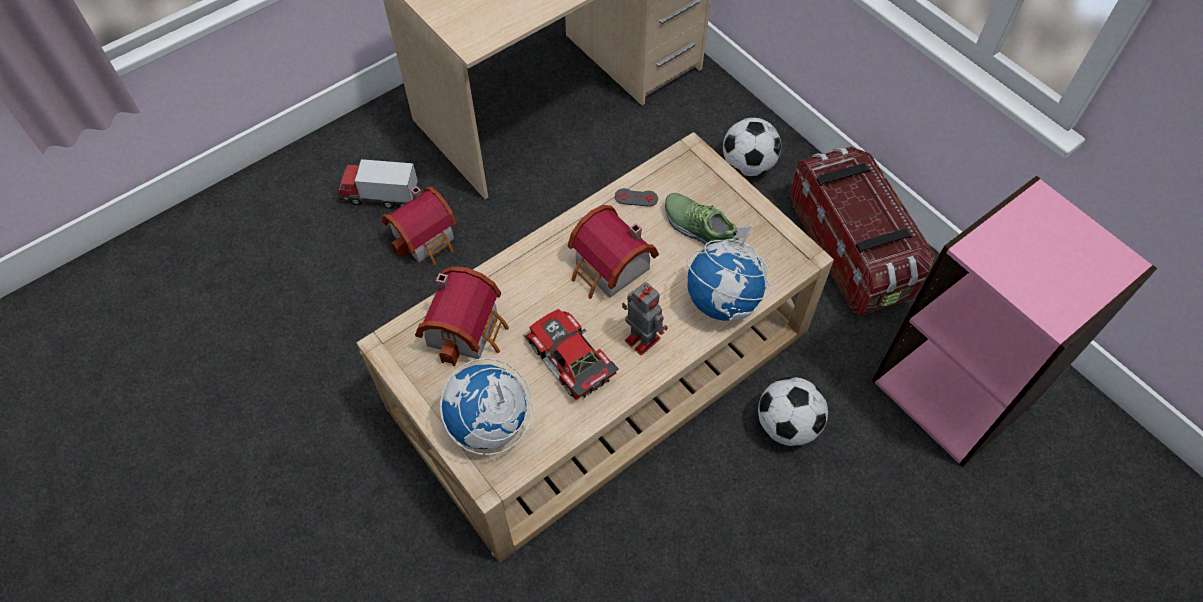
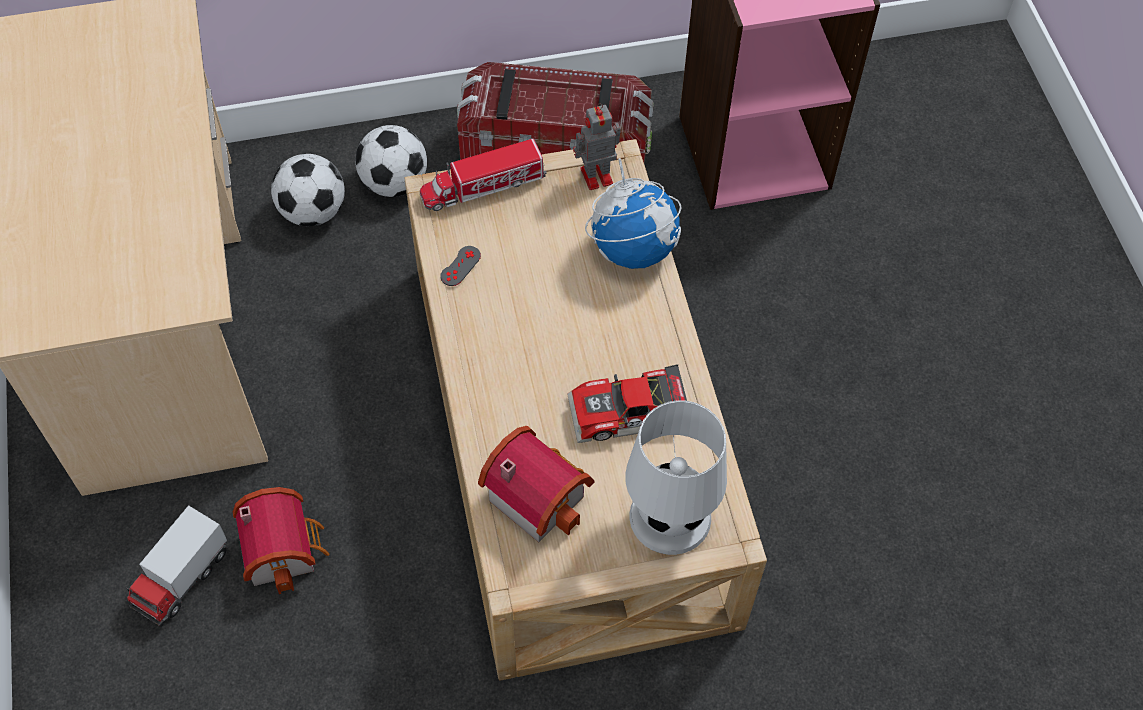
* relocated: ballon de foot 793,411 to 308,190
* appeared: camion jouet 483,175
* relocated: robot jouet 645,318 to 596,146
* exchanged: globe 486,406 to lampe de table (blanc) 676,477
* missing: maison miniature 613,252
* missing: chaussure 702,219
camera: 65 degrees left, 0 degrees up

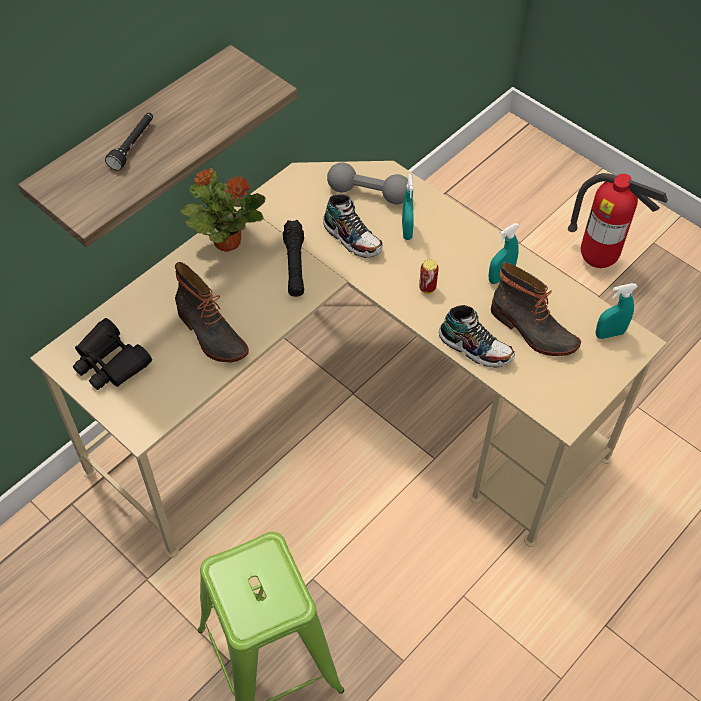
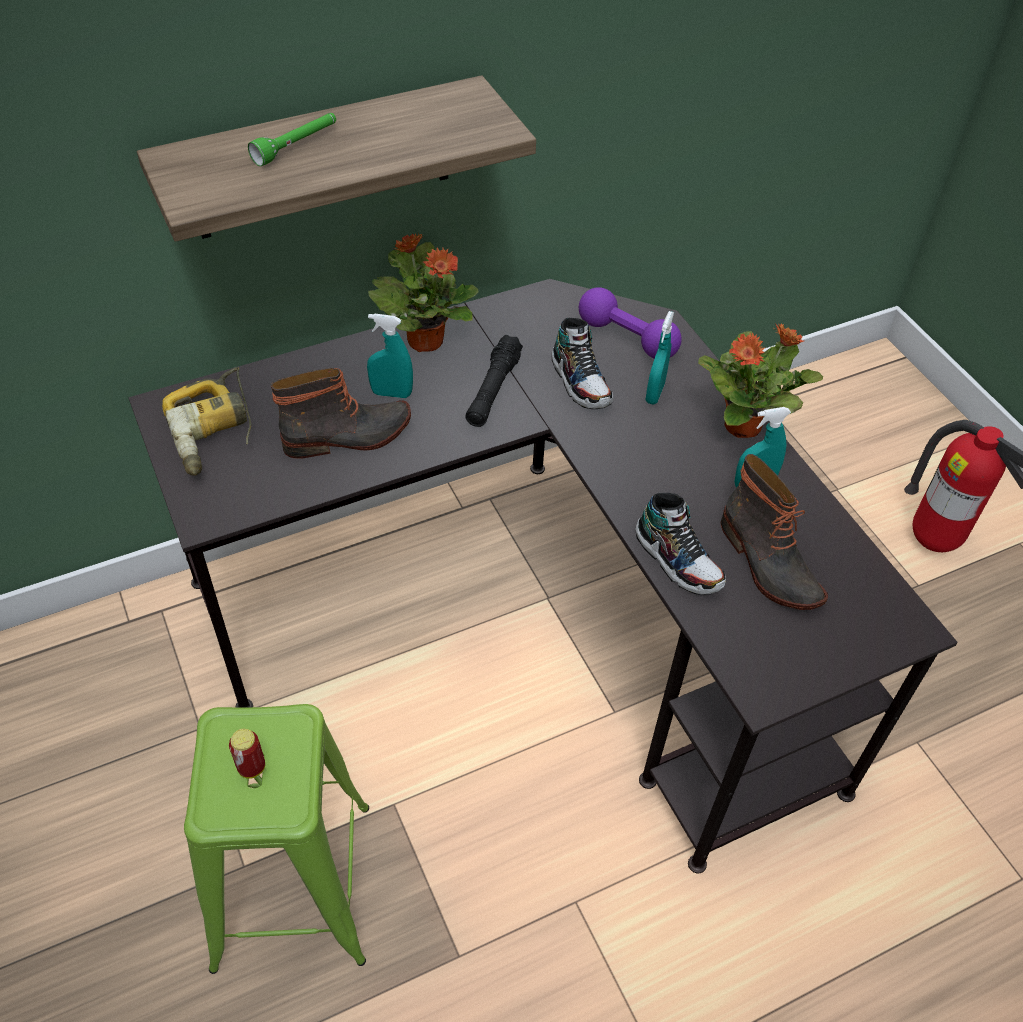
* colour: bureau (beige) 348,359 to bureau (noir) 543,576
* exchanged: jumelles (noir) 112,354 to perceuse 206,421
* relocated: boîte métallique 429,276 to 247,754
* colour: lampe de poche (noir) 129,141 to lampe de poche (vert) 292,139
* spun: botte 212,312 = 341,413 90 degrees counterclockwise
* relocated: vaporisateur (turquoise) 616,311 to 390,355
* colour: haltère (gris) 367,183 to haltère (violet) 630,323
* appeared: plante en pot 760,380
camera: 20 degrees right, 5 degrees down

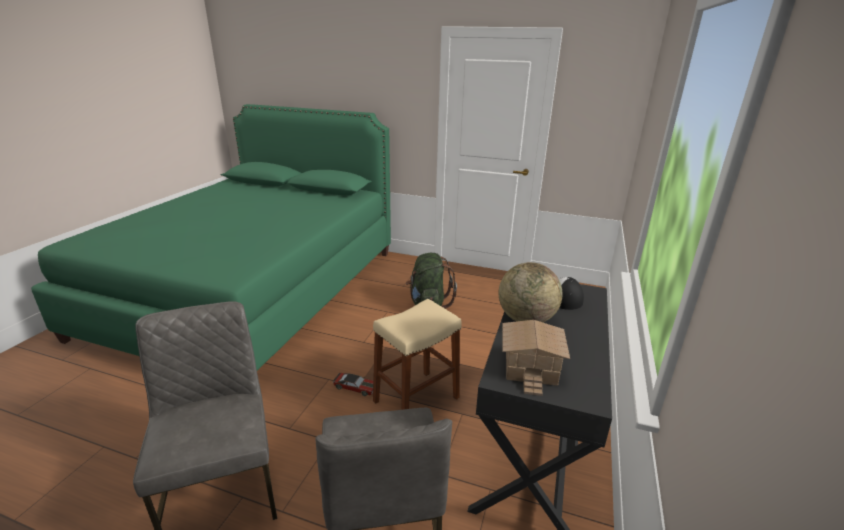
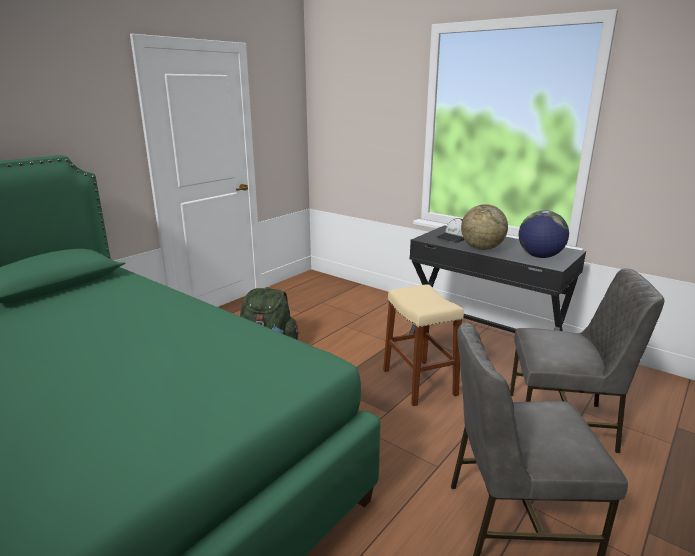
* exchanged: maison miniature 536,358 to globe 544,234
* missing: petite voiture 353,384
camera: 70 degrees left, 5 degrees down

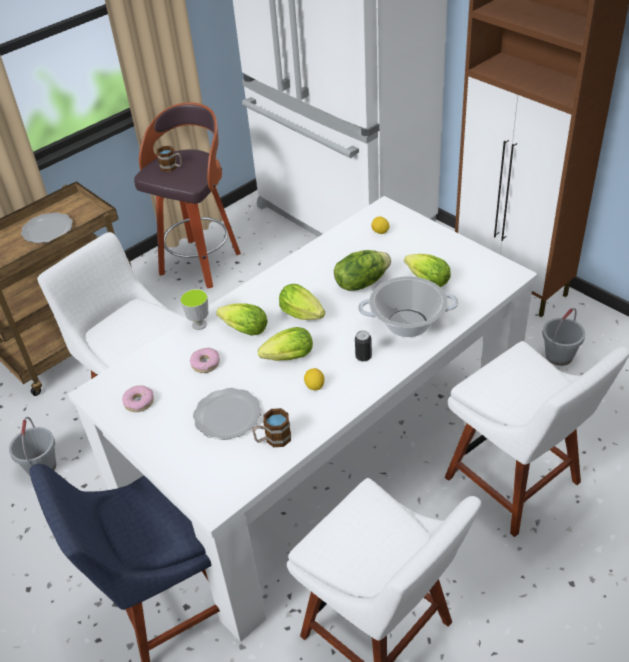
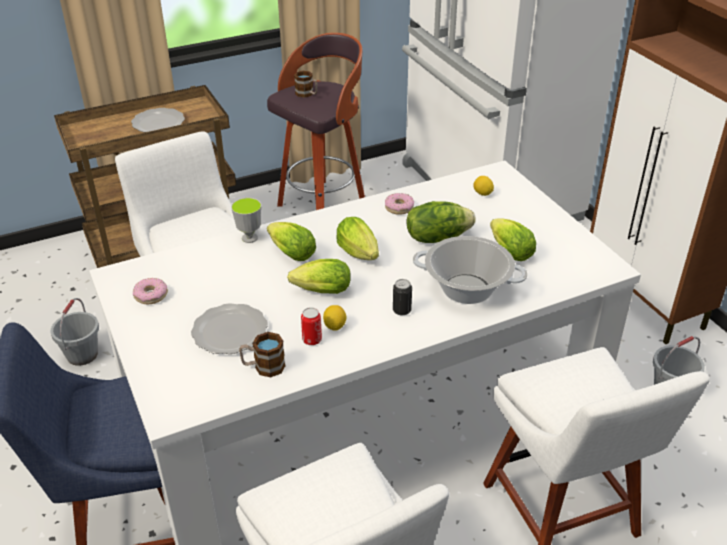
* appeared: boîte métallique 311,326
* relocated: beignet 205,360 to 399,204
camera: 15 degrees right, 5 degrees down

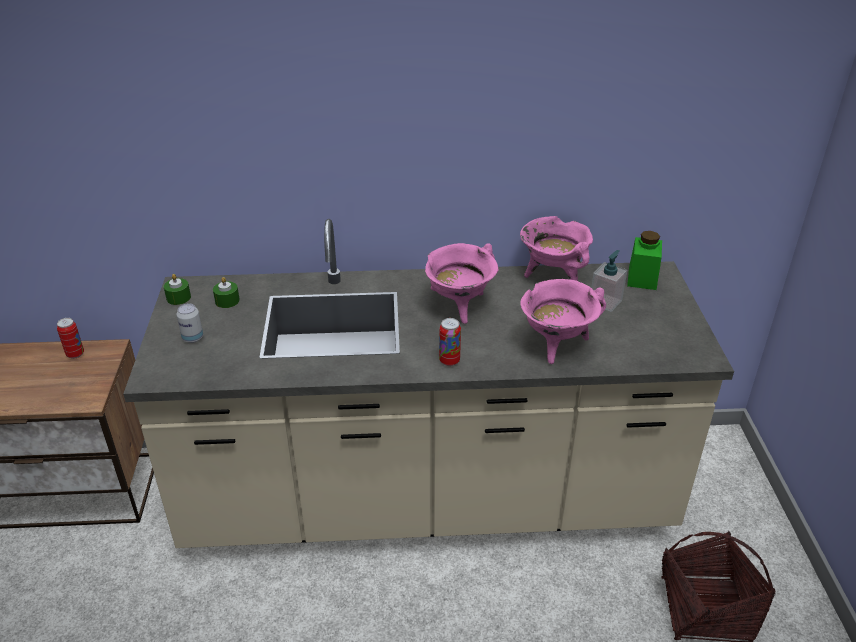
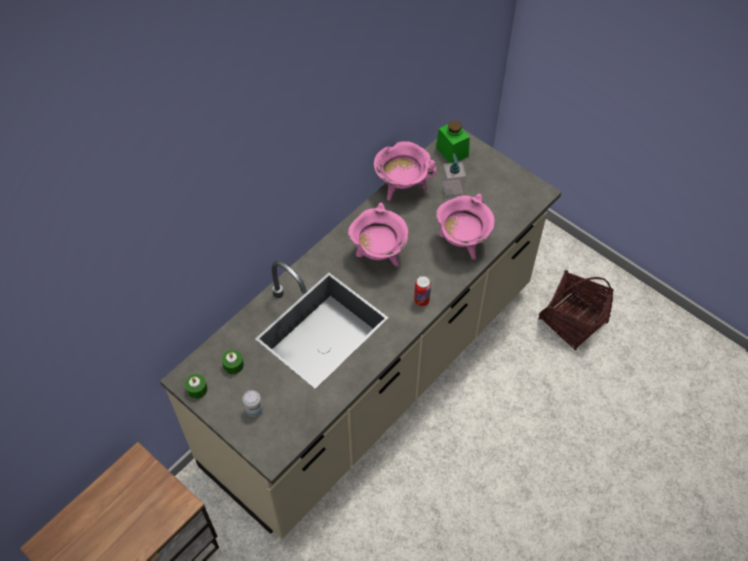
* missing: boîte métallique 70,338
camera: 45 degrees left, 20 degrees up

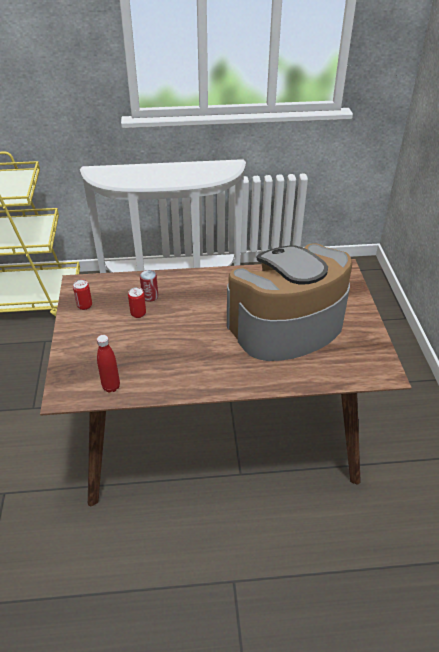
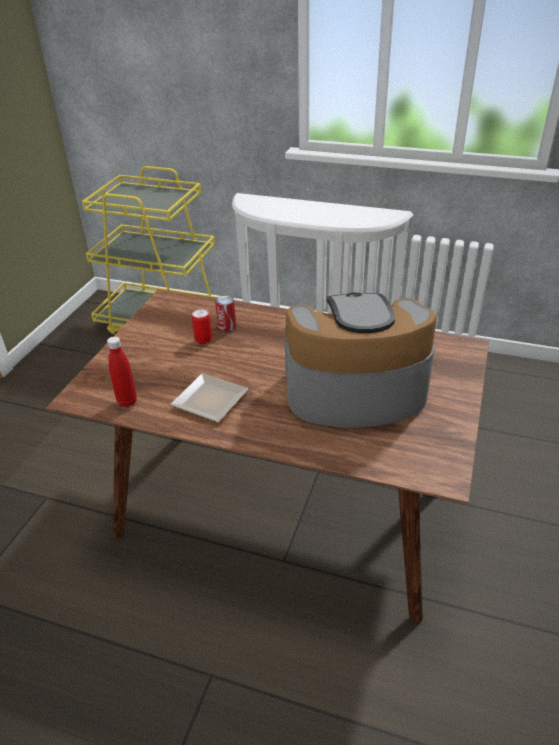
* appeared: assiette 209,397
* missing: boîte métallique 82,295
camera: 25 degrees right, 5 degrees down

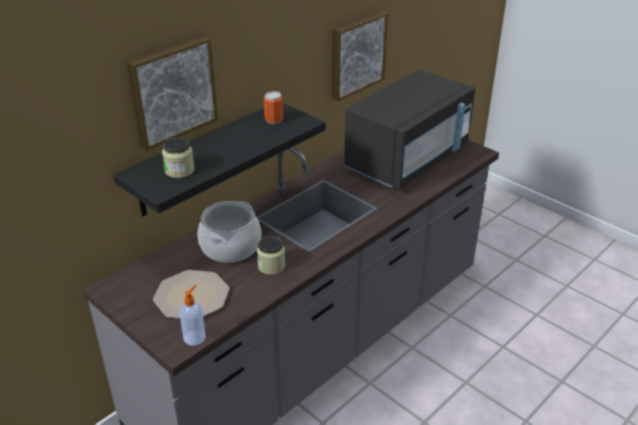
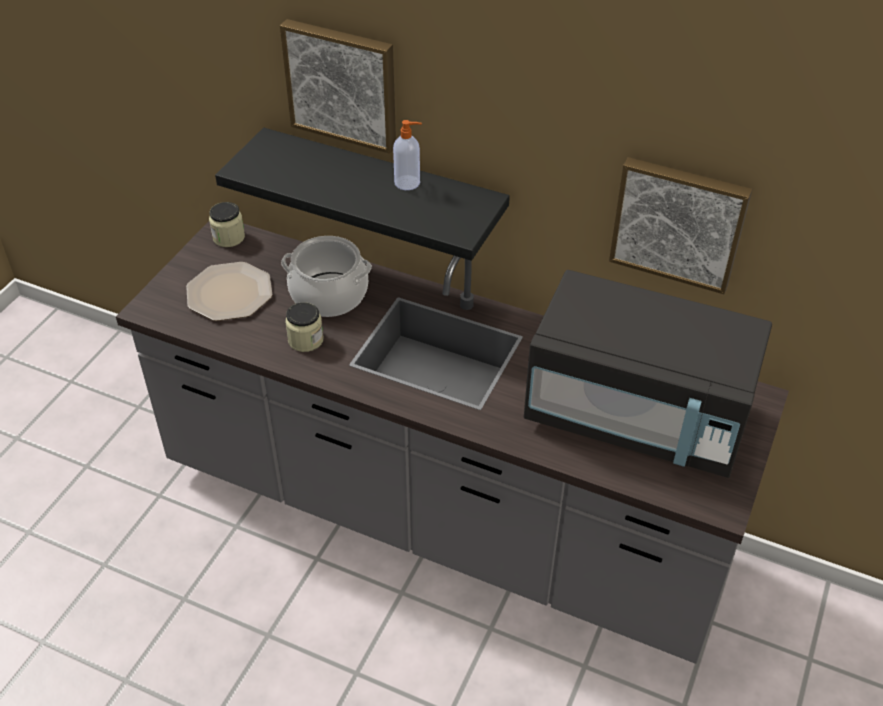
* relocated: bocal 178,157 to 227,224
* relocated: distributeur de savon 193,315 to 407,155
* missing: boîte métallique 274,107
camera: 70 degrees right, 10 degrees up

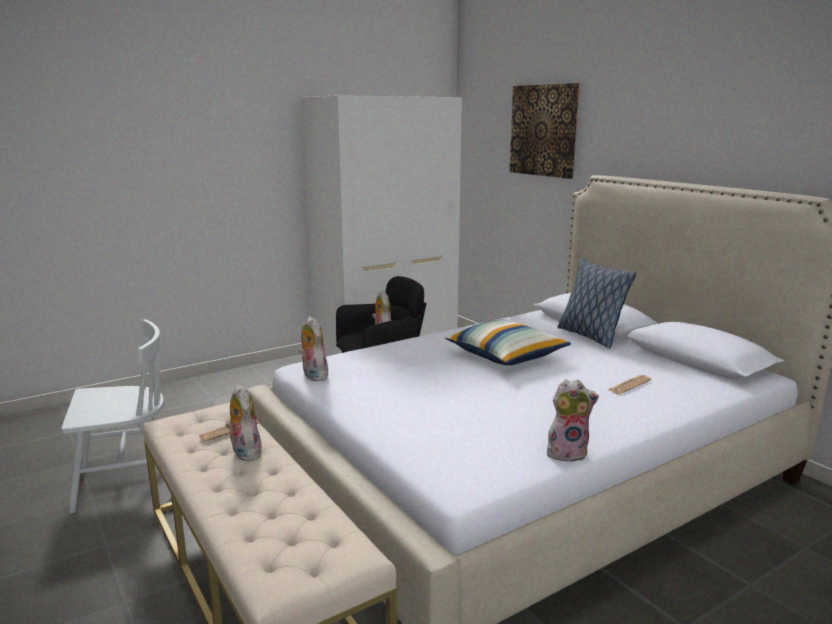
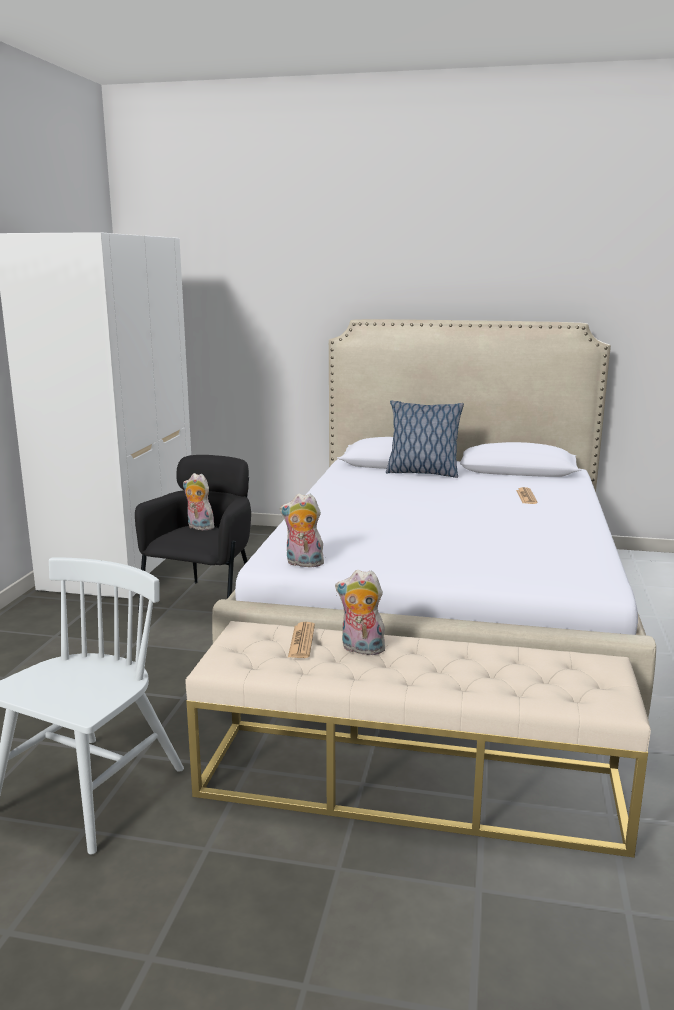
* missing: coussin 508,342
* missing: tableau 544,131
* missing: peluche 573,421
camera: 45 degrees left, 0 degrees up

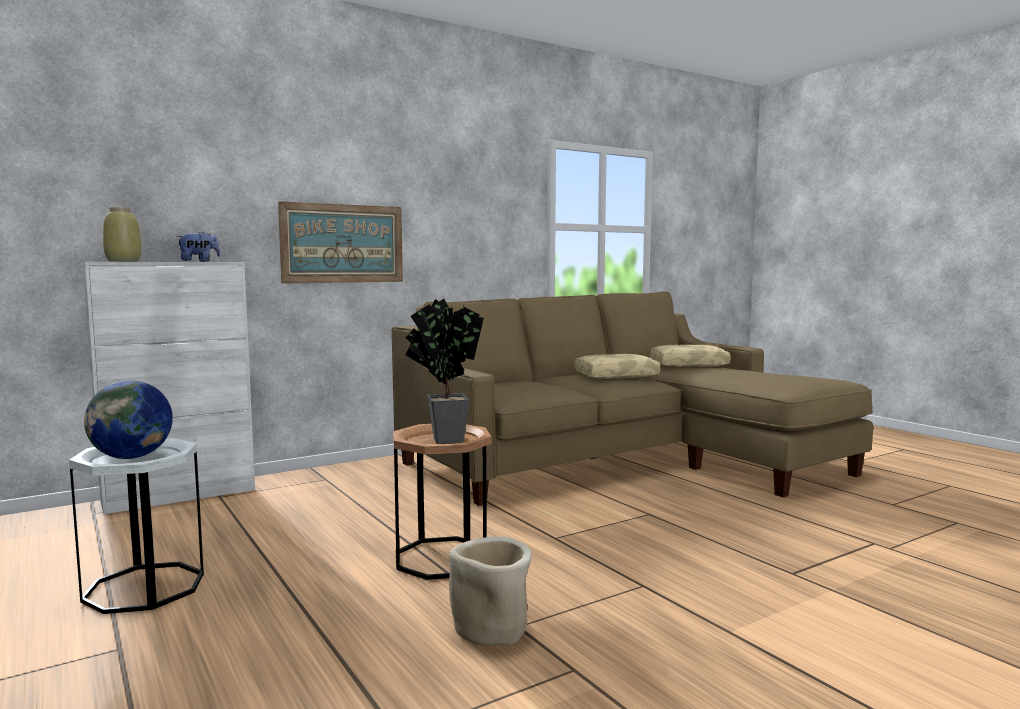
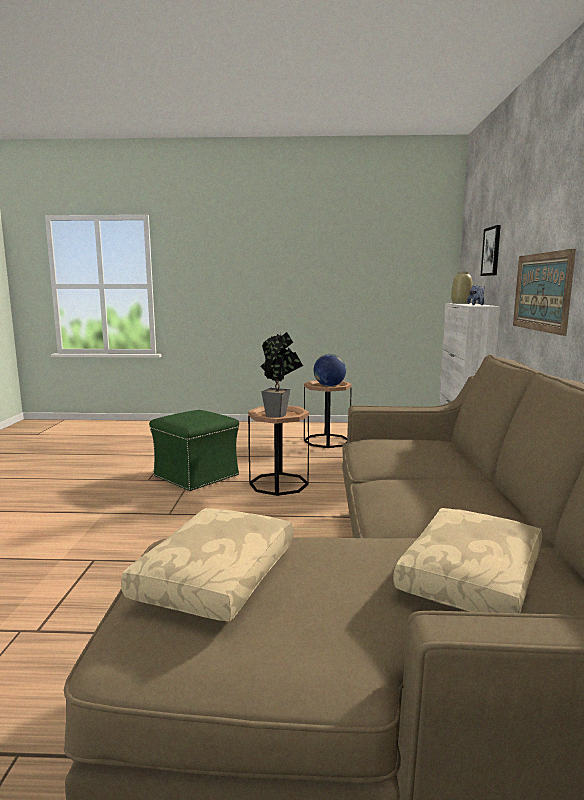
* relocated: coussin (beige) 617,366 to 207,565
* exchanged: cache-pot (beige) 490,591 to pouf (vert) 194,450
* colour: table d'appoint (blanc) 136,526 to table d'appoint (marron) 328,414
* appeared: tableau 491,250
camera: 125 degrees right, 5 degrees up

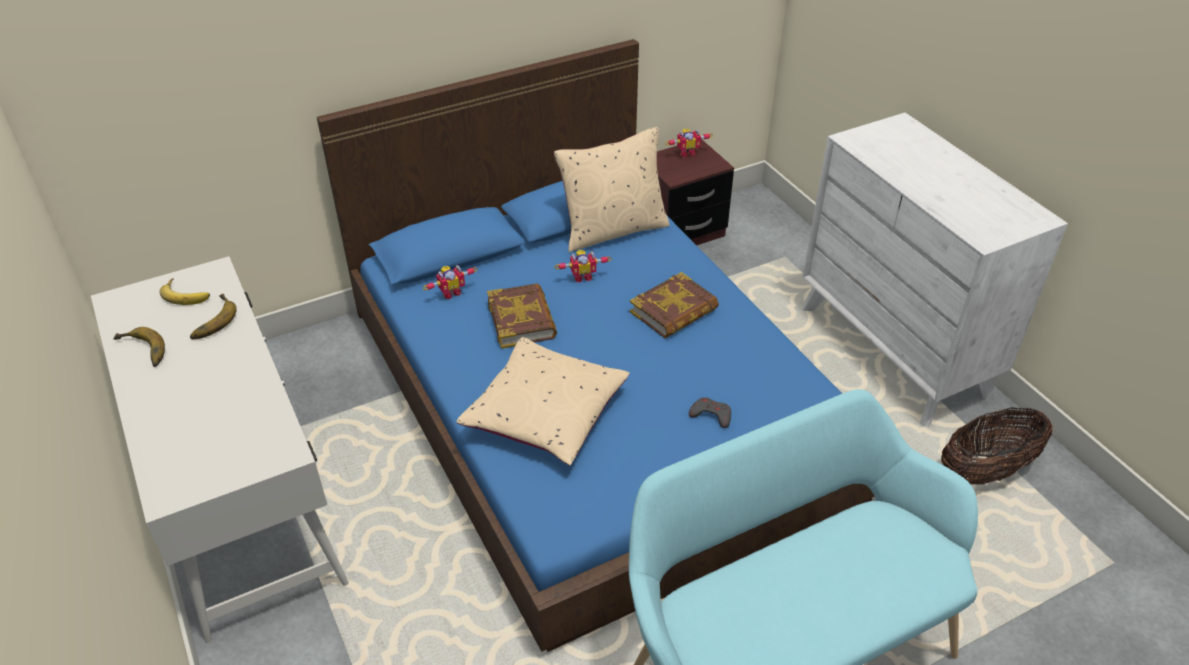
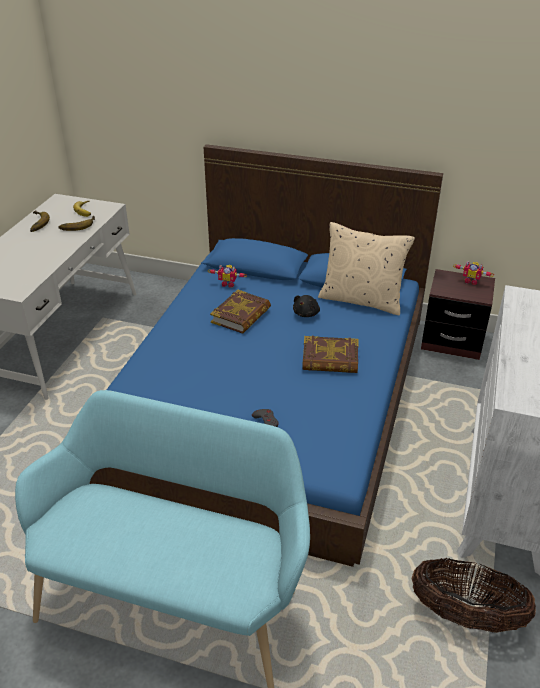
* exchanged: robot jouet 583,266 to peluche (noir) 306,306
* missing: coussin (beige) 543,401
camera: 45 degrees right, 5 degrees down

